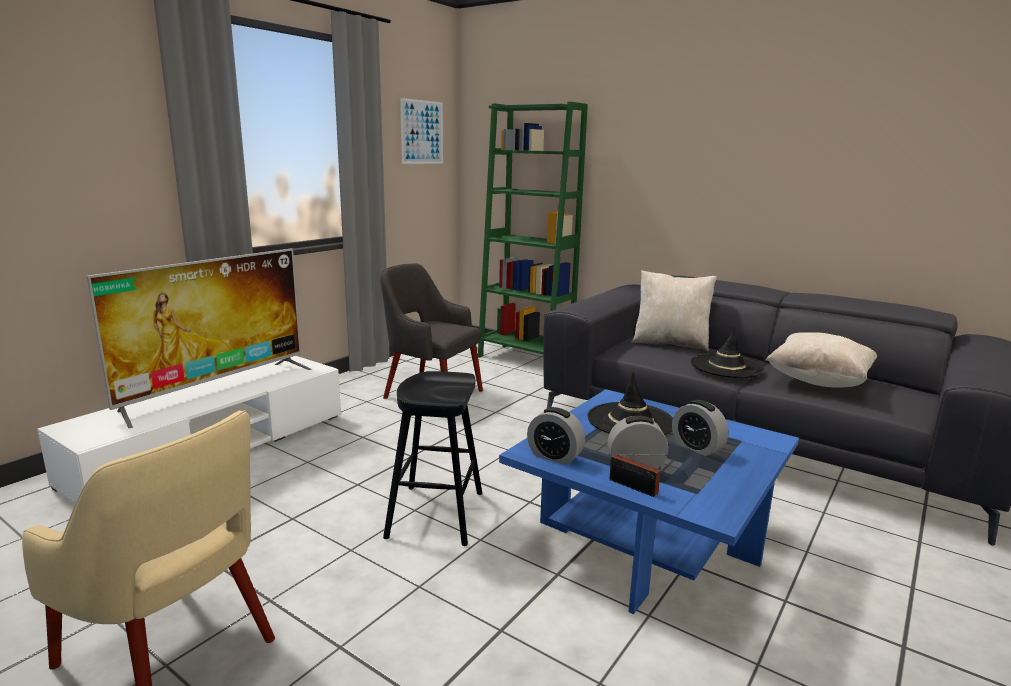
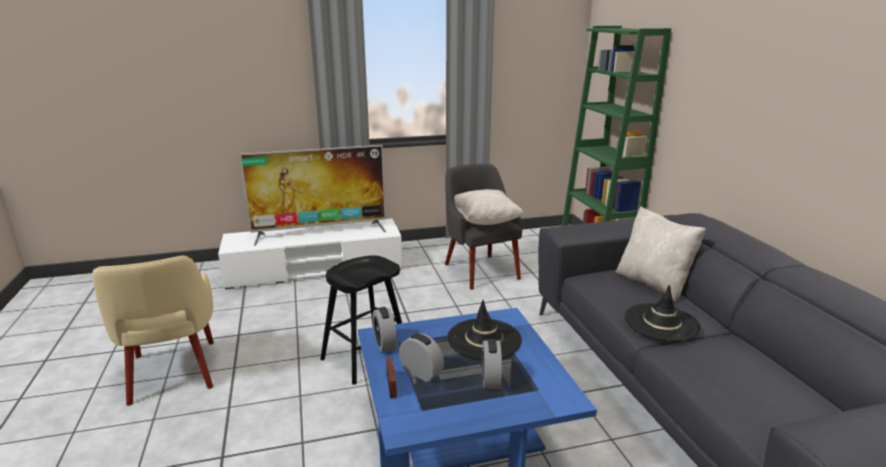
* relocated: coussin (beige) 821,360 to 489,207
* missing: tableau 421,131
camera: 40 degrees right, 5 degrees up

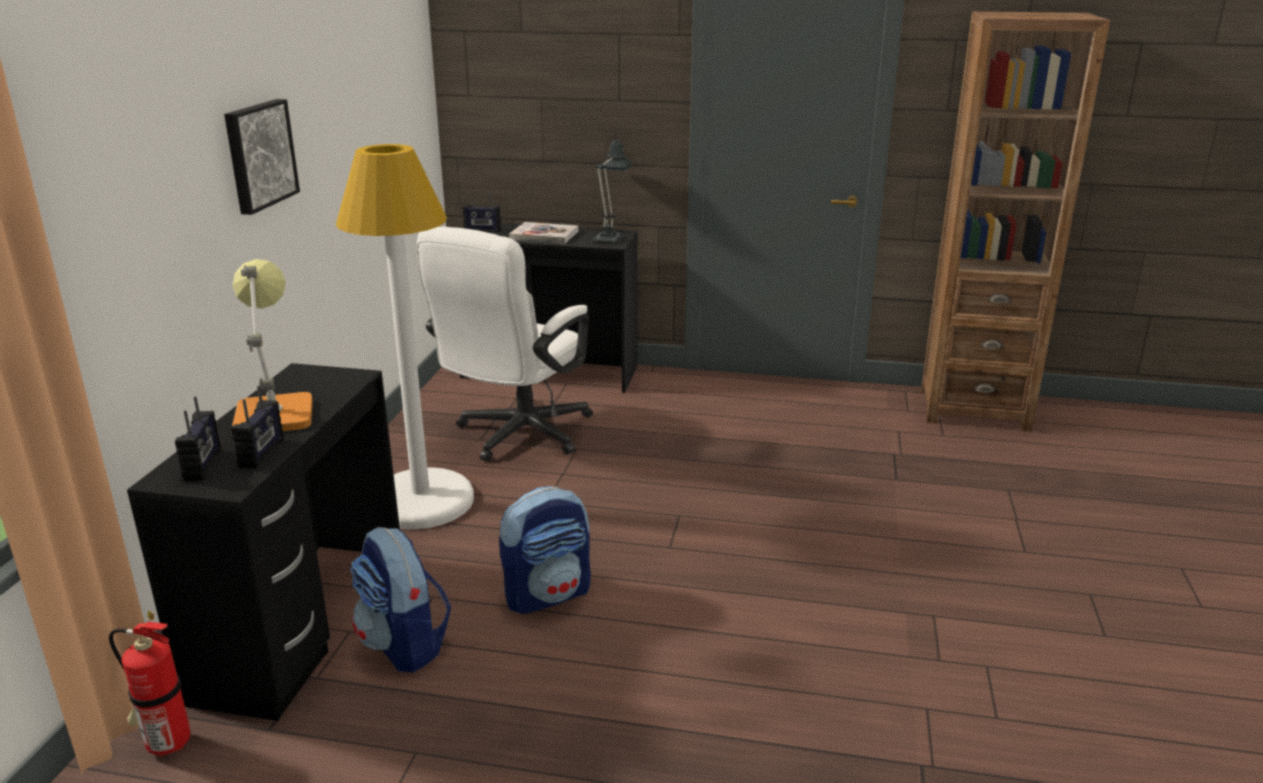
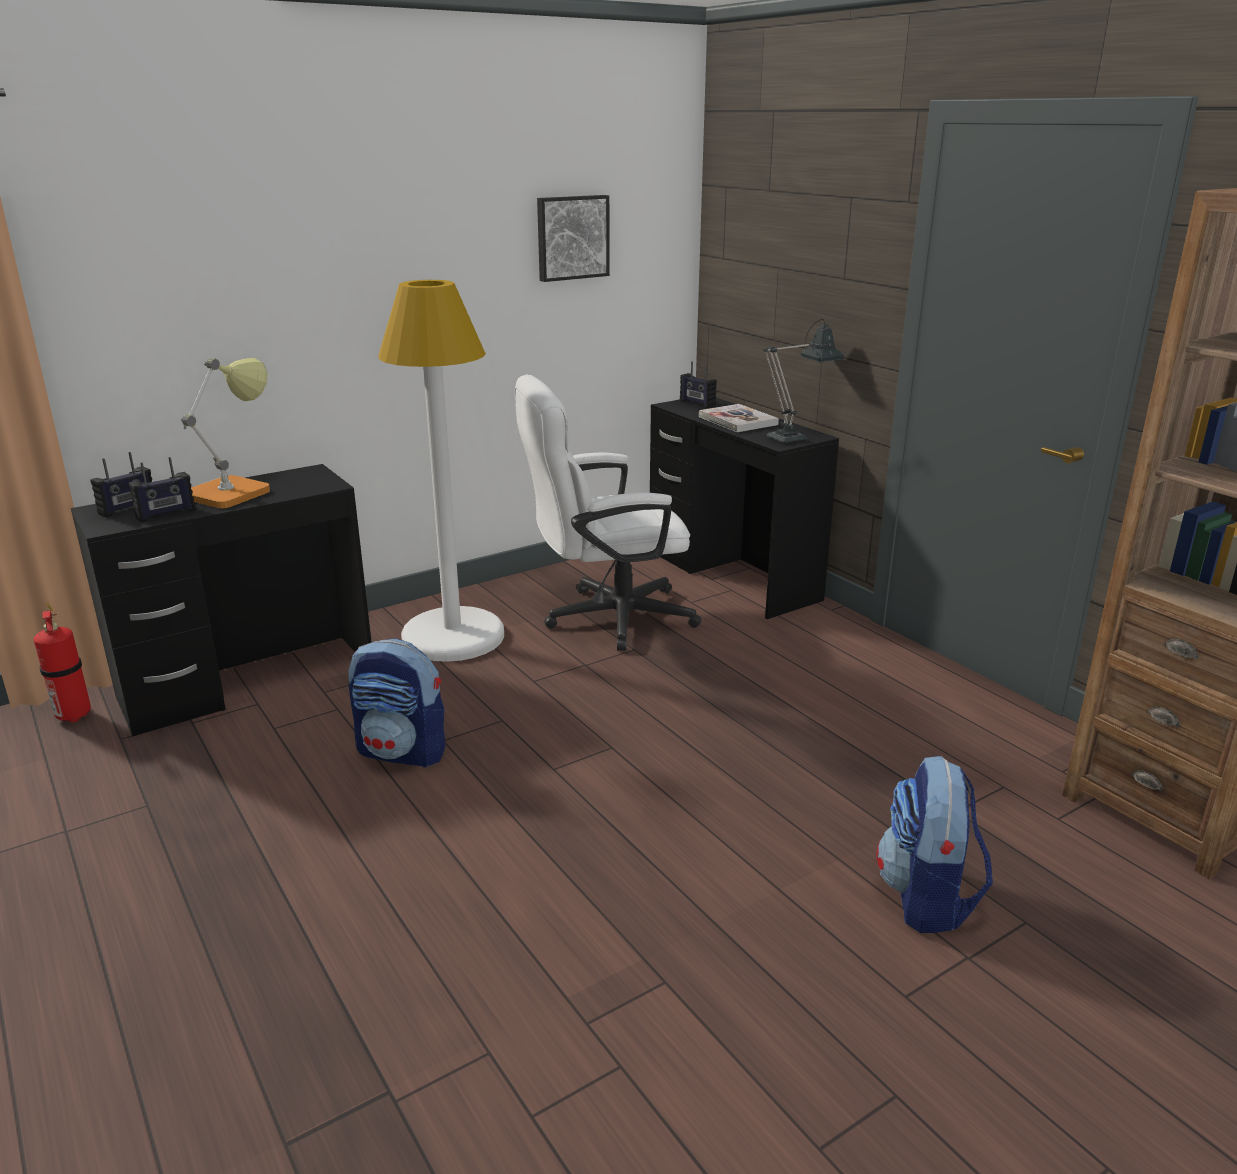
* relocated: tableau 262,157 to 573,238
* relocated: sac à dos 400,600 to 934,844
camera: 45 degrees right, 0 degrees up

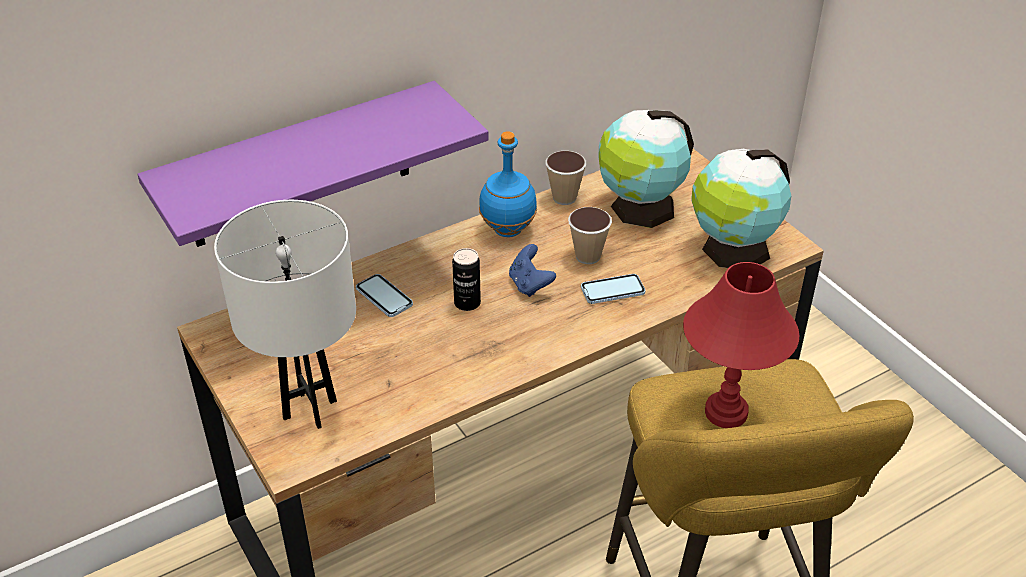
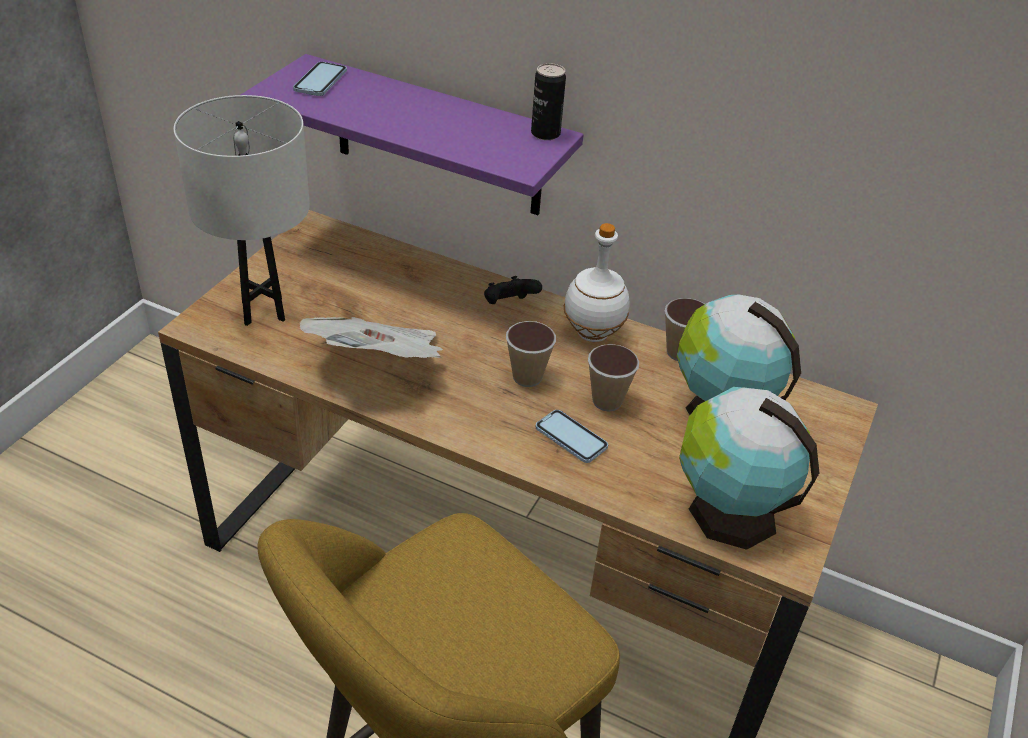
* relocated: téléphone 384,295 to 320,79
* appeared: journal 371,337
* appeared: manette (noir) 513,290
* exchanged: manette (bleu) 532,270 to tasse 531,354
* relocated: boîte métallique 466,279 to 548,101
* colour: bouteille (bleu) 508,184 to bouteille (blanc) 596,282
* missing: lampe de table (rouge) 741,345
camera: 55 degrees right, 0 degrees up

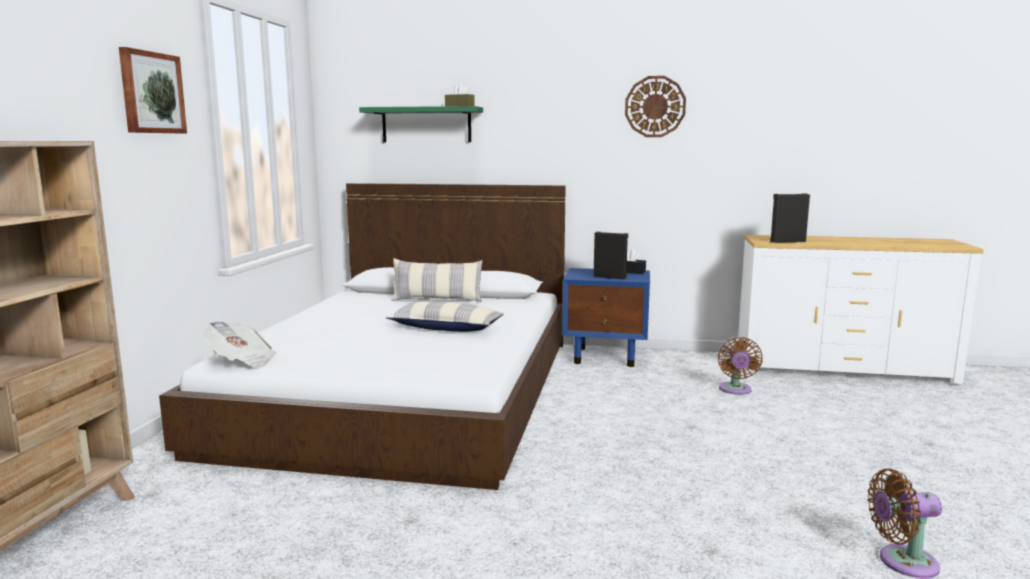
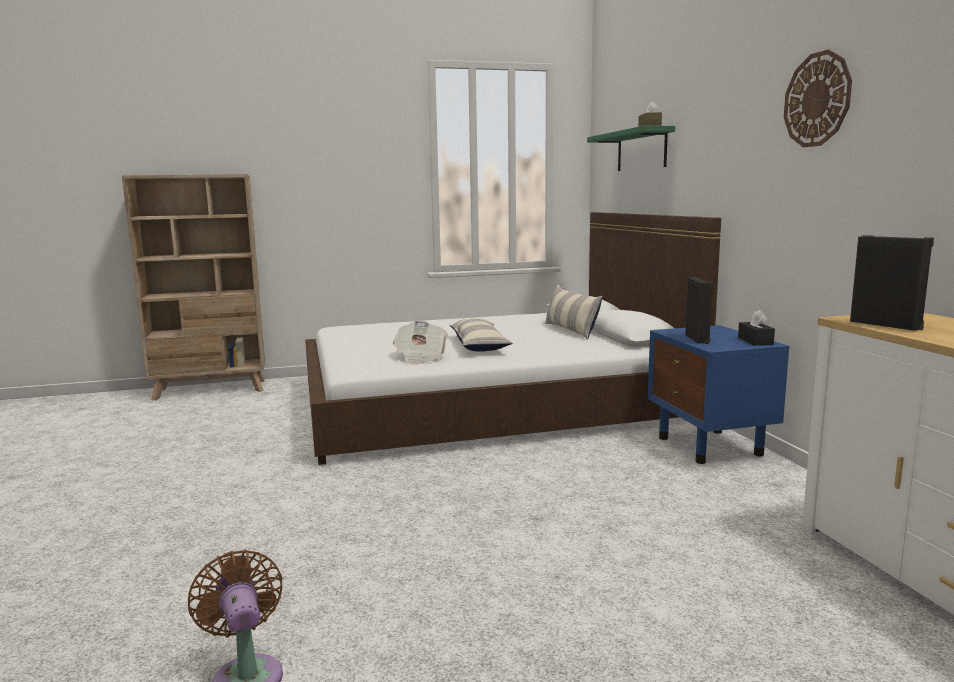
* relocated: journal 239,344 to 420,342
* missing: tableau 153,90
* missing: ventilateur (marron) 740,366
camera: 65 degrees right, 0 degrees up

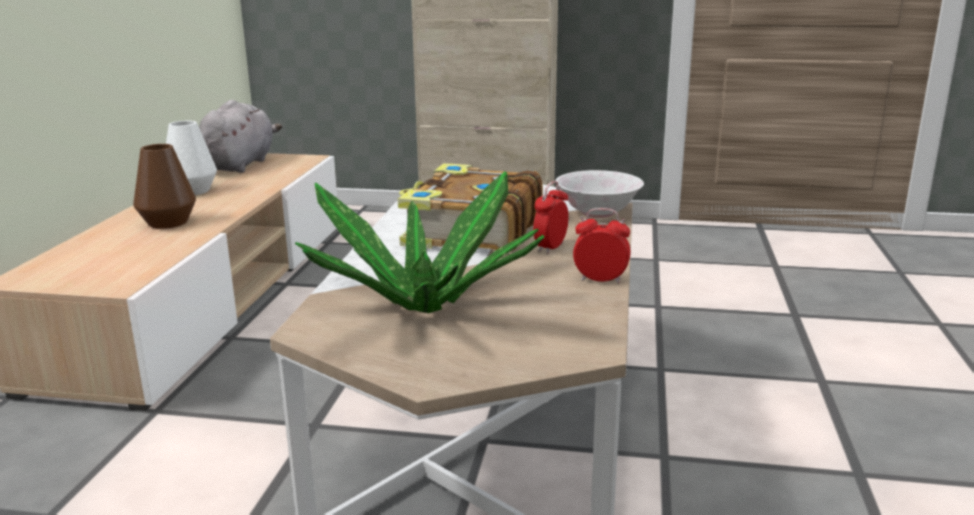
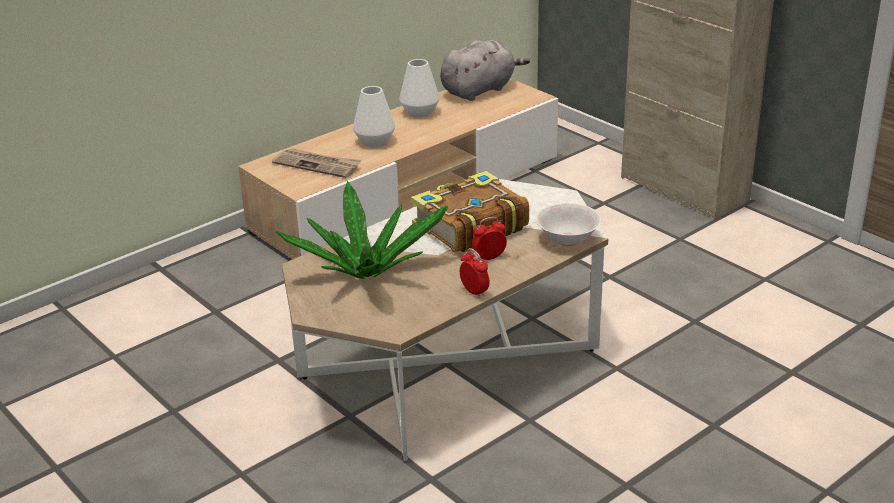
* appeared: journal 317,163
* colour: vase (marron) 164,186 to vase (blanc) 374,116
camera: 40 degrees right, 10 degrees up

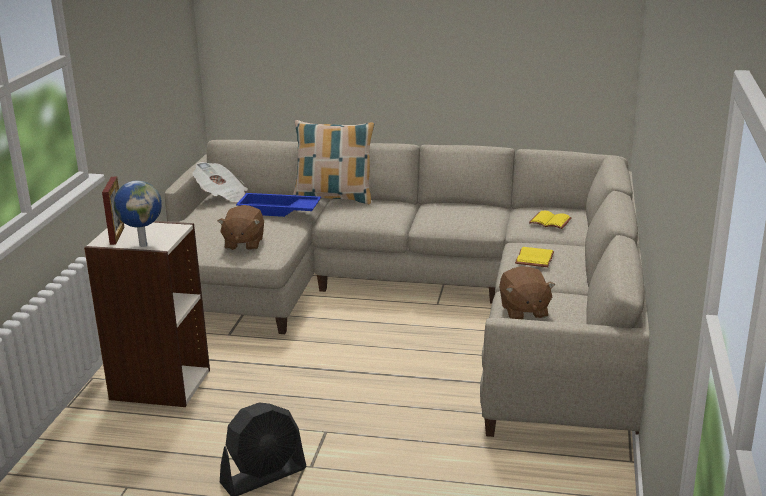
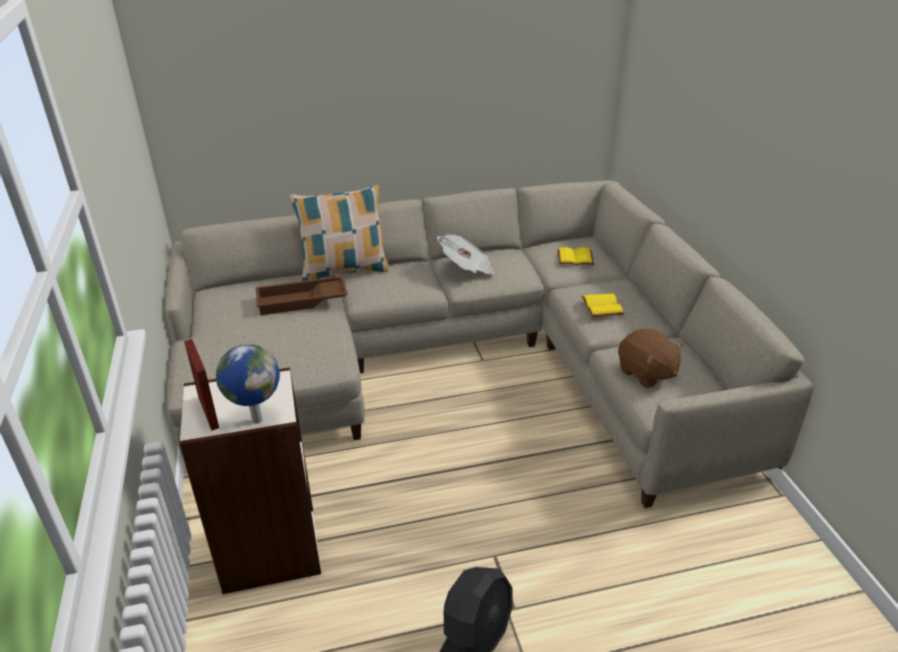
* colour: plateau (bleu) 278,205 to plateau (marron) 302,295
* relocated: journal 220,182 to 466,254
* missing: peluche (marron) 241,227
camera: 25 degrees left, 10 degrees up

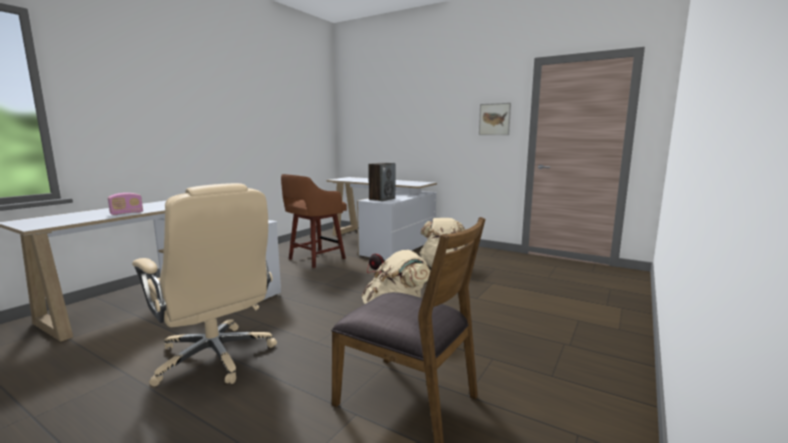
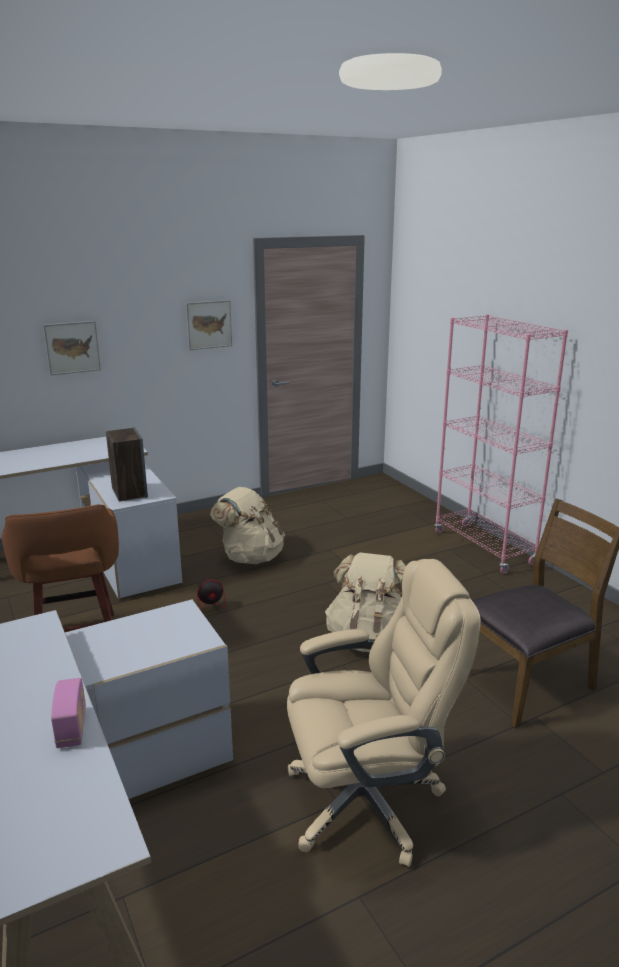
* appeared: tableau 72,348
* appeared: bibliothèque (rose) 501,444
camera: 60 degrees left, 10 degrees up

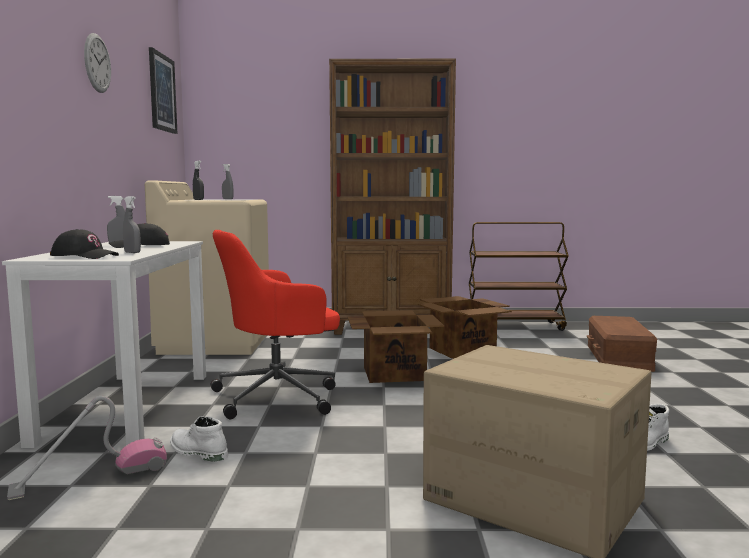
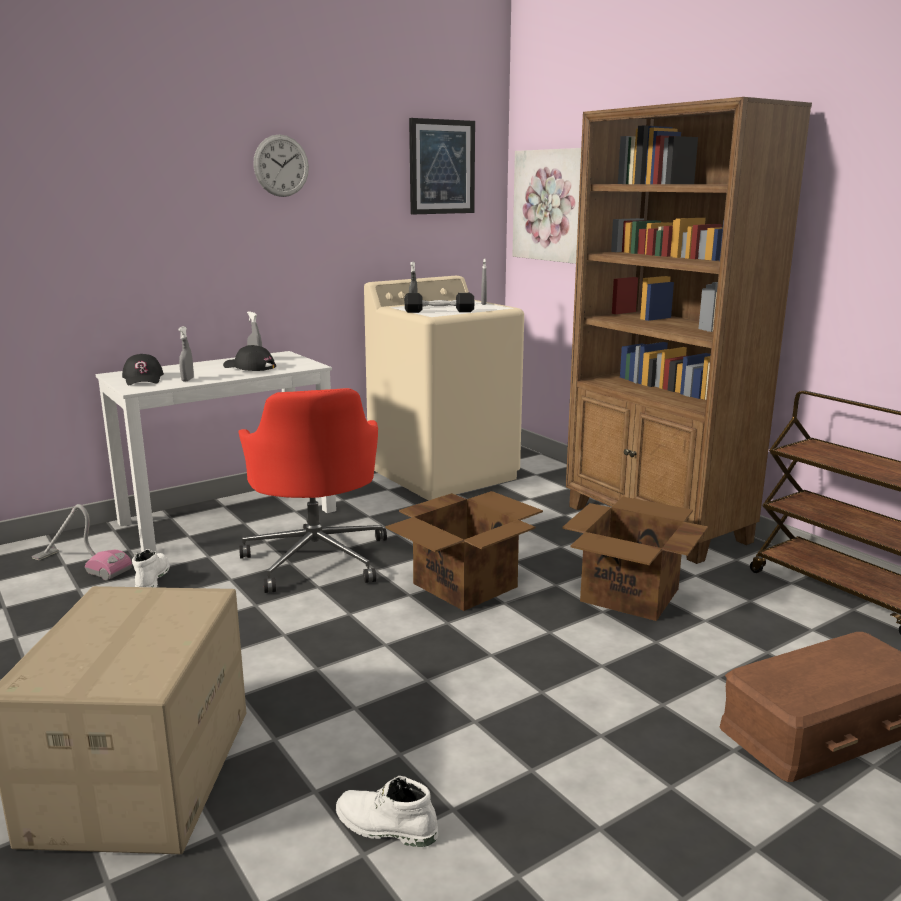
* spun: chaise de bureau (rouge) 275,324 = 312,490 135 degrees counterclockwise
* appeared: haltère (noir) 439,303
* appeared: tableau 547,206
camera: 55 degrees right, 10 degrees up

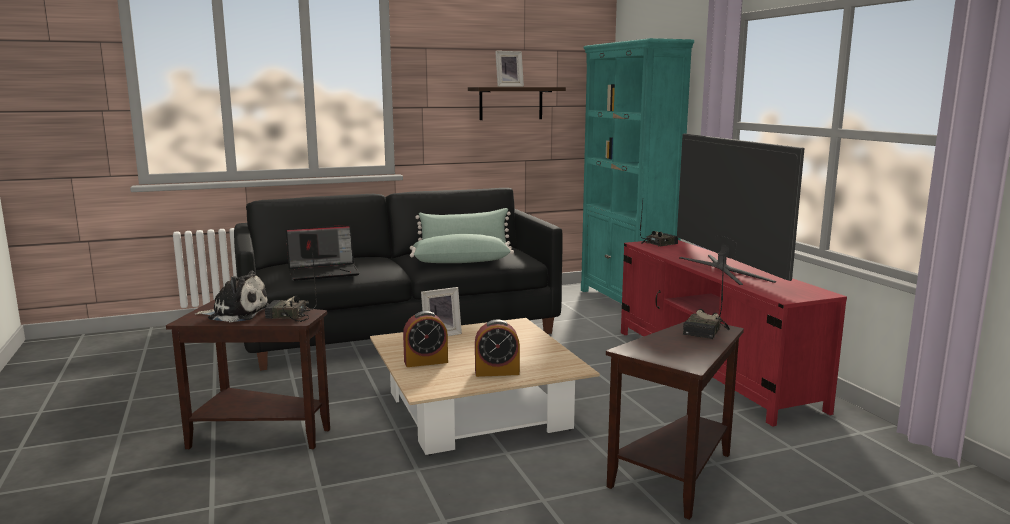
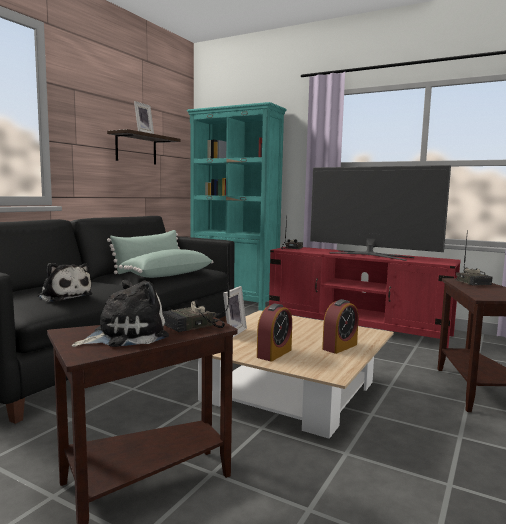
* exchanged: ordinateur portable 322,253 to peluche 65,282
camera: 40 degrees left, 5 degrees down

